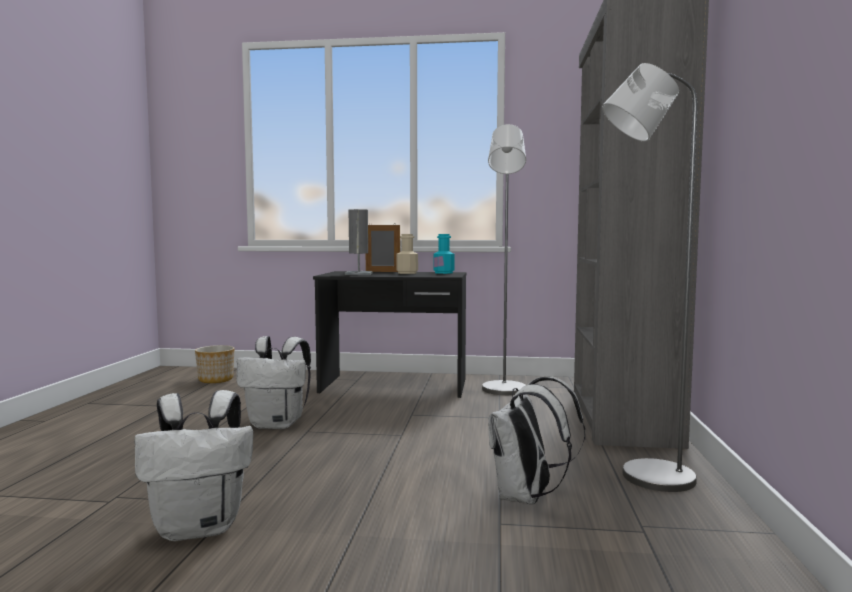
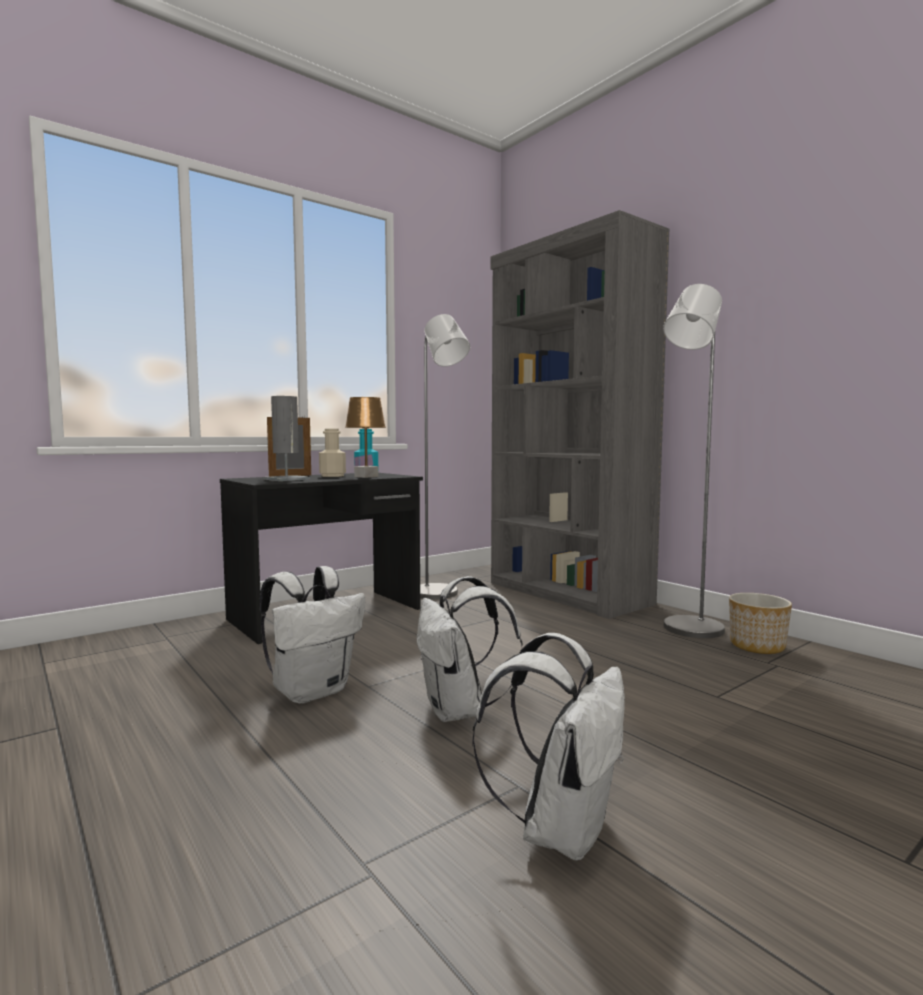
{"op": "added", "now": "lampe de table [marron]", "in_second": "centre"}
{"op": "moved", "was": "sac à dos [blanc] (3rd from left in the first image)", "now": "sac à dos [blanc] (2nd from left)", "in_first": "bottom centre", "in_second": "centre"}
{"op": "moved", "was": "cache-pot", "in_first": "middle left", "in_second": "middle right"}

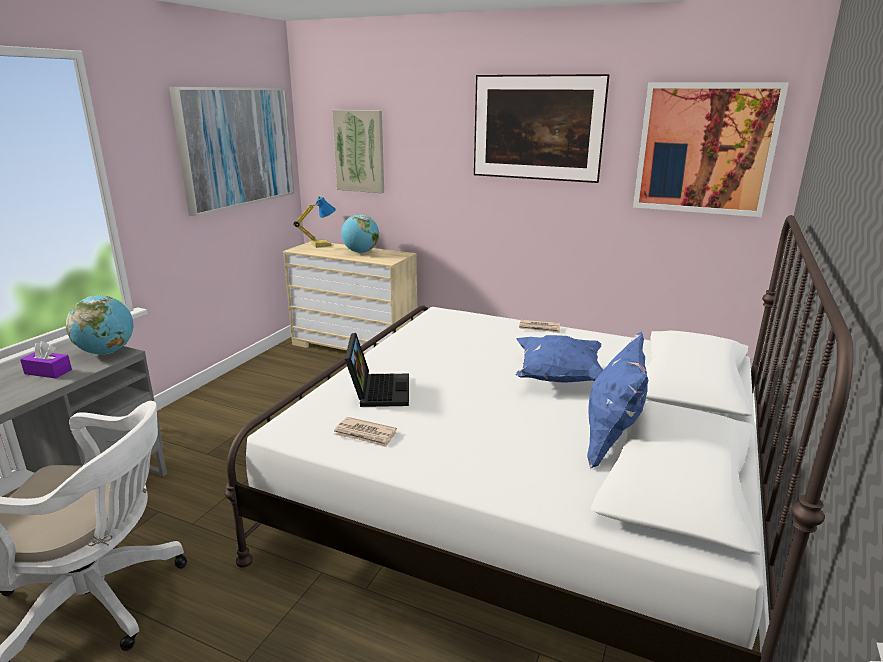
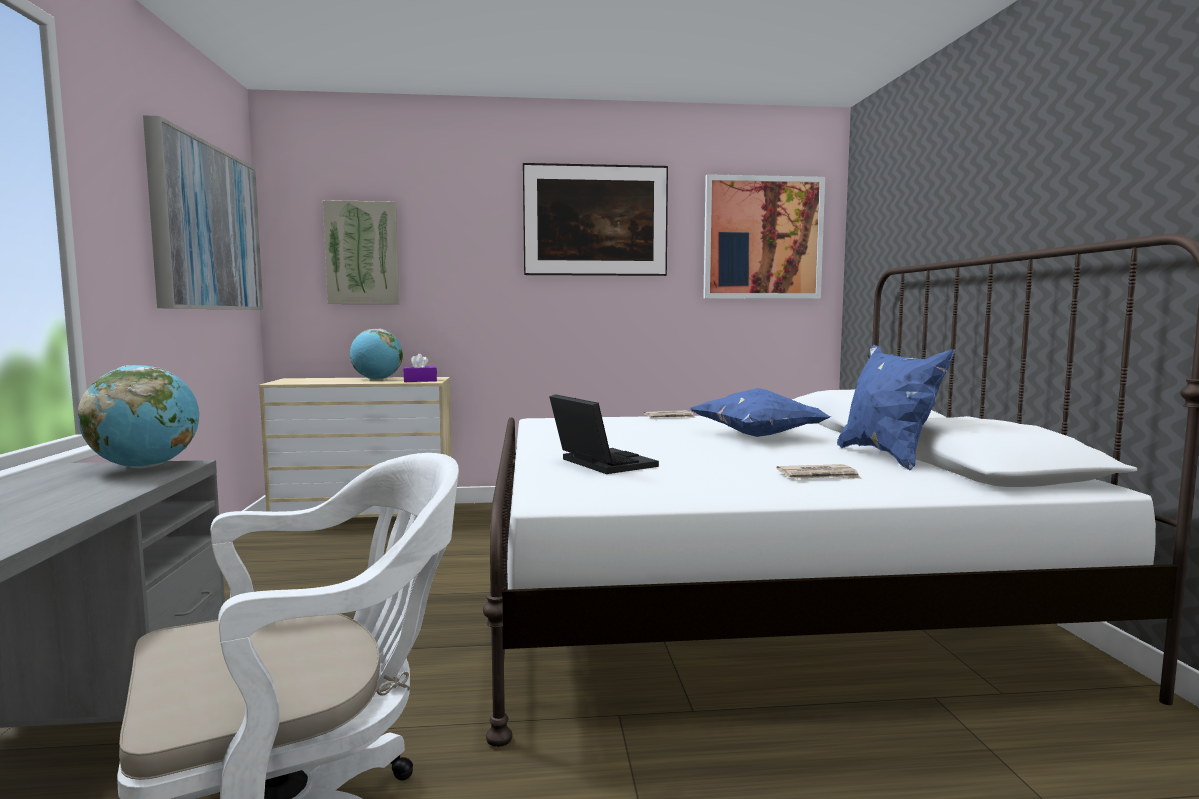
{"op": "moved", "was": "boîte à mouchoirs [violet]", "in_first": "middle left", "in_second": "centre"}
{"op": "moved", "was": "journal (1st from left in the first image)", "now": "journal (2nd from left)", "in_first": "centre", "in_second": "middle right"}
{"op": "removed", "was": "lampe de table", "in_first": "centre"}

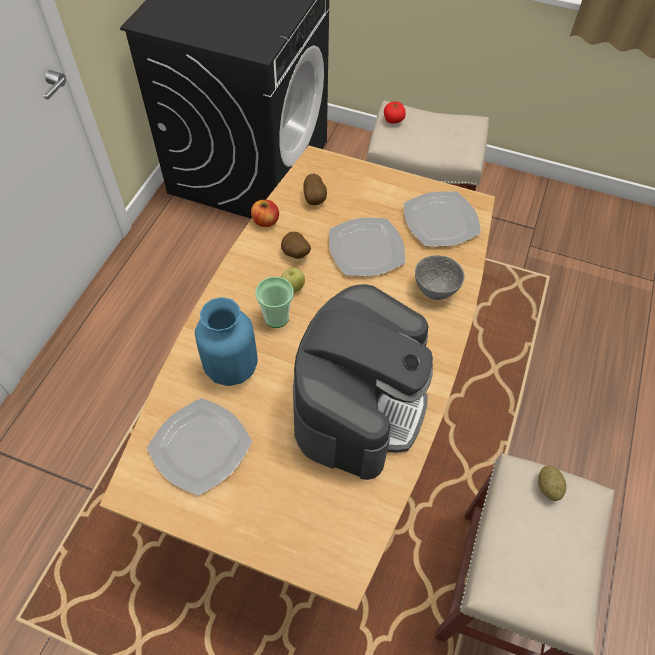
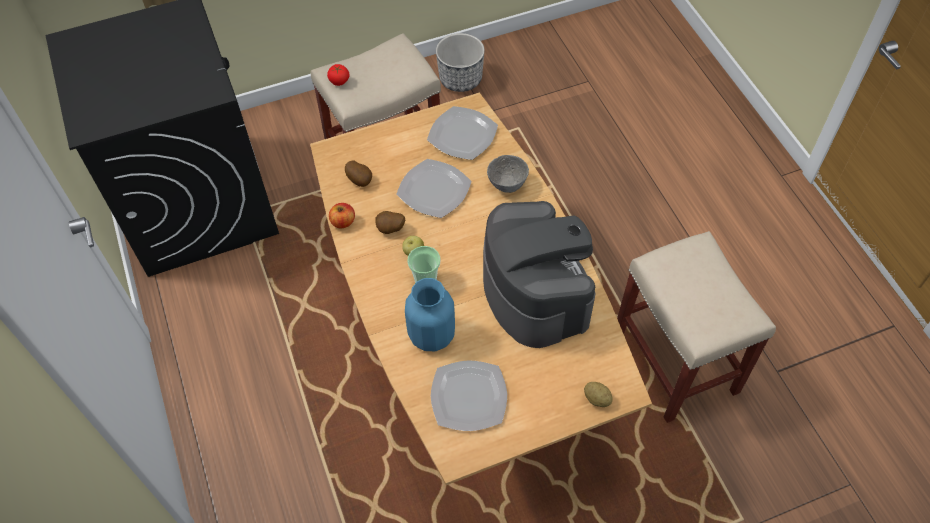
{"op": "added", "now": "cache-pot", "in_second": "top centre"}
{"op": "moved", "was": "pomme de terre (3rd from left)", "in_first": "bottom right", "in_second": "bottom centre"}

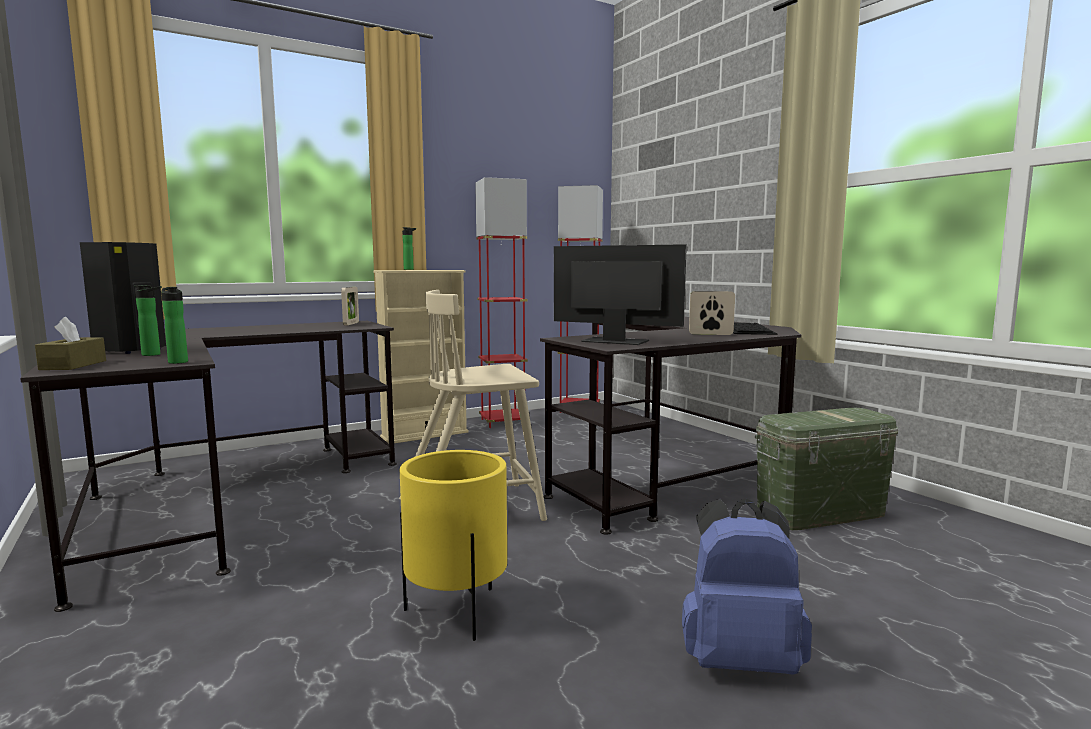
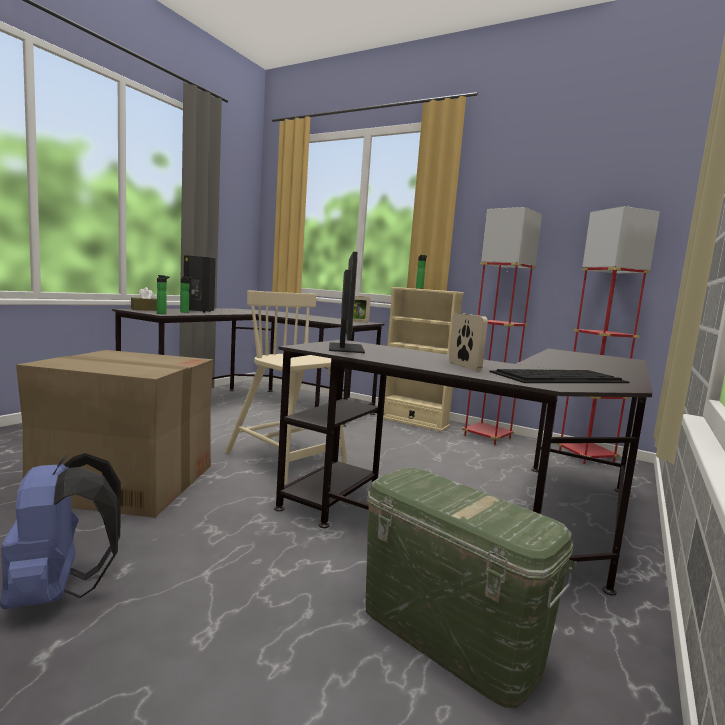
{"op": "replaced", "was": "cache-pot [jaune]", "now": "carton", "in_first": "bottom centre", "in_second": "middle left"}

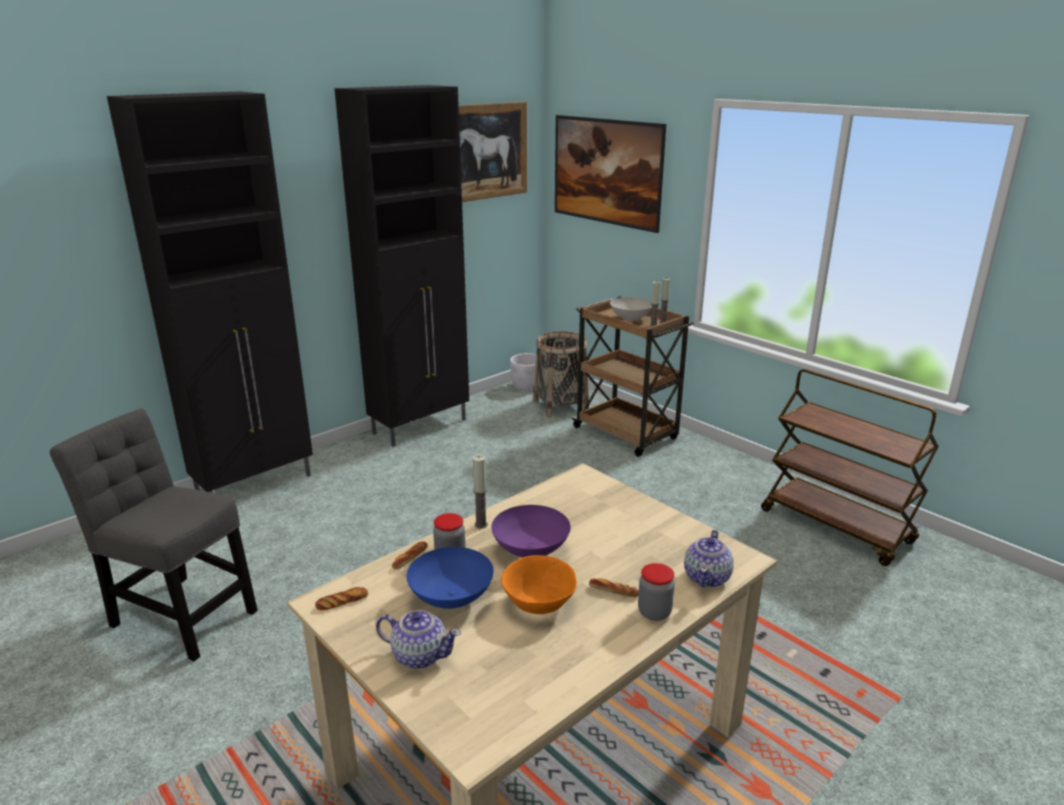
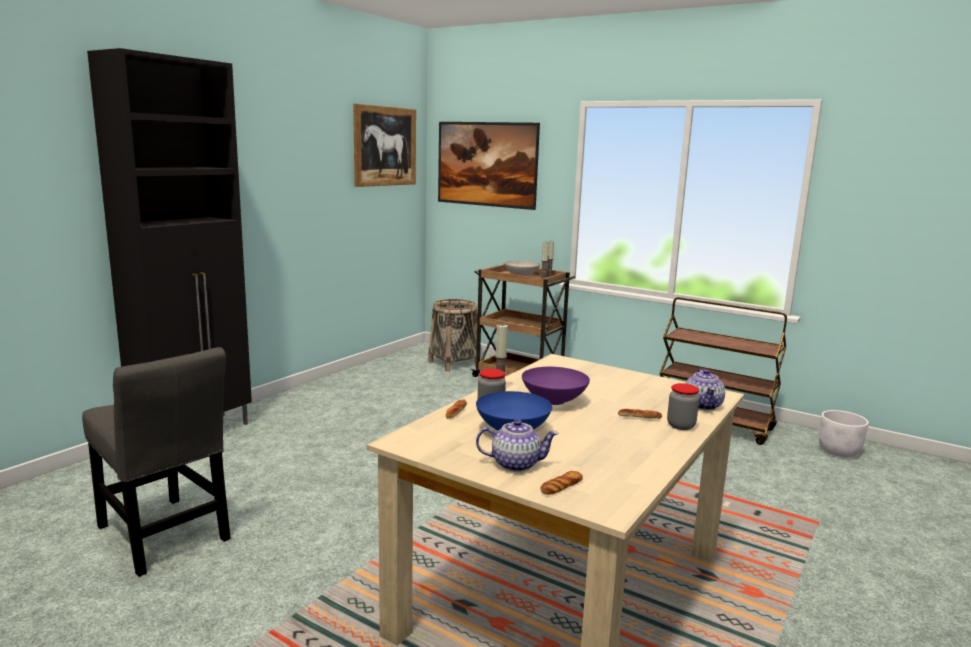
{"op": "turned", "was": "chaise [gris]", "in_first": "middle left", "in_second": "bottom left", "clockwise": -150}
{"op": "moved", "was": "pain (1st from left in the first image)", "now": "pain (2nd from left)", "in_first": "bottom left", "in_second": "bottom centre"}
{"op": "moved", "was": "cache-pot [blanc]", "in_first": "centre", "in_second": "bottom right"}
{"op": "removed", "was": "meuble de rangement [noir] (2nd from left)", "in_first": "top centre"}
{"op": "removed", "was": "bol [orange]", "in_first": "bottom centre"}

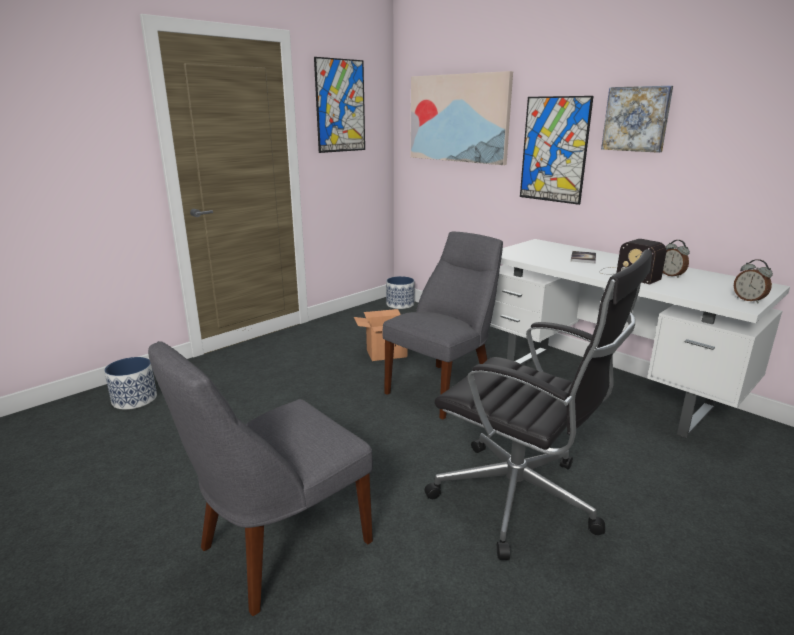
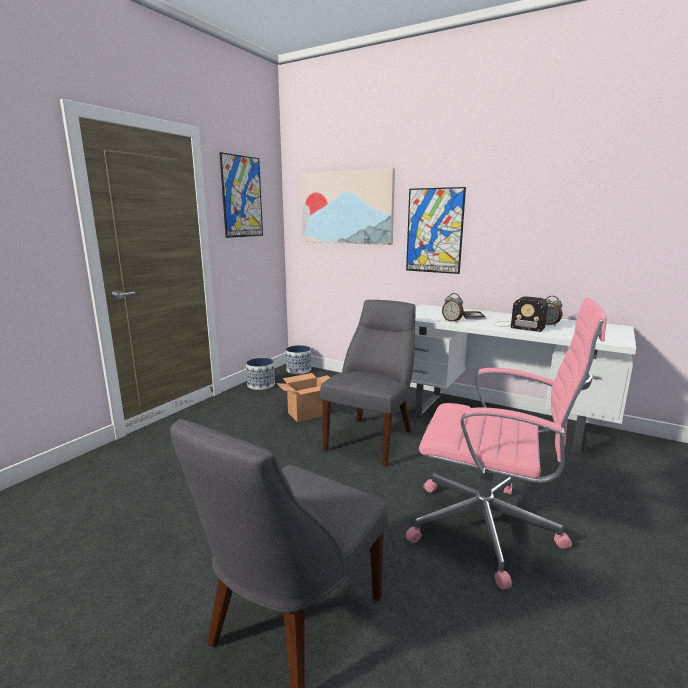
{"op": "moved", "was": "cache-pot (1st from left)", "in_first": "middle left", "in_second": "centre"}
{"op": "recoloured", "was": "chaise de bureau [noir]", "now": "chaise de bureau [rose]", "in_first": "middle right", "in_second": "middle right"}
{"op": "moved", "was": "réveil (2nd from left in the first image)", "now": "réveil (1st from left)", "in_first": "middle right", "in_second": "centre"}
{"op": "removed", "was": "tableau (4th from left)", "in_first": "top right"}

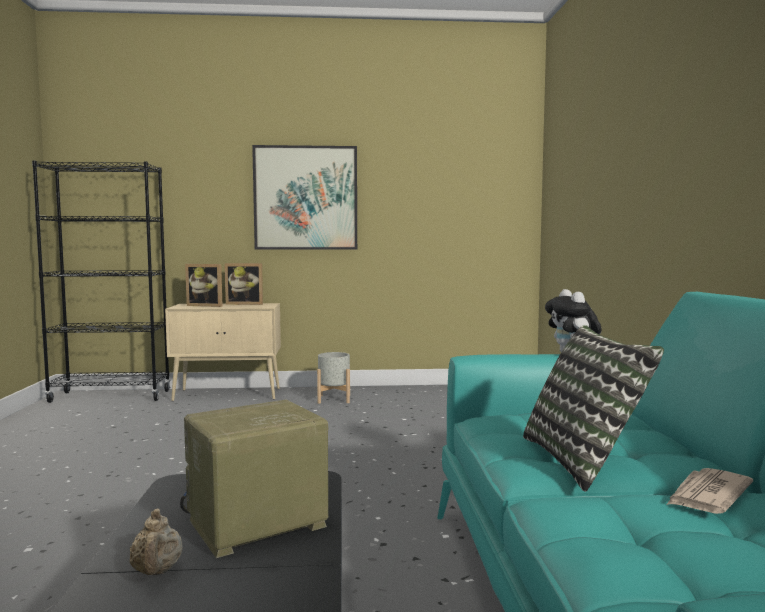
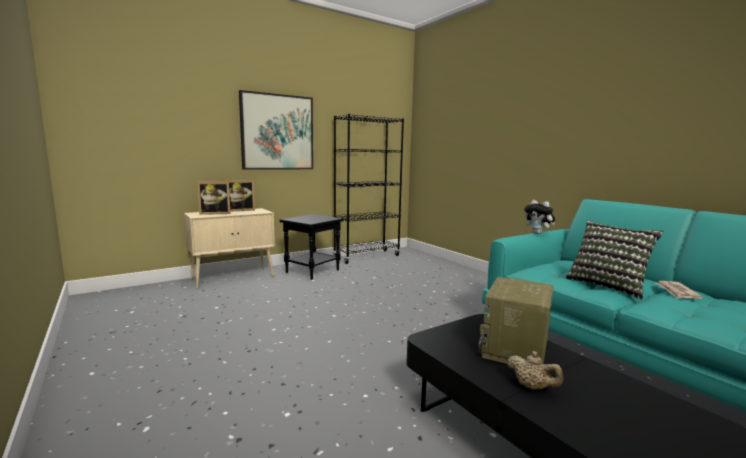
{"op": "replaced", "was": "cache-pot [gris]", "now": "table d'appoint [noir]", "in_first": "centre", "in_second": "centre"}
{"op": "moved", "was": "bibliothèque [noir]", "in_first": "middle left", "in_second": "centre"}

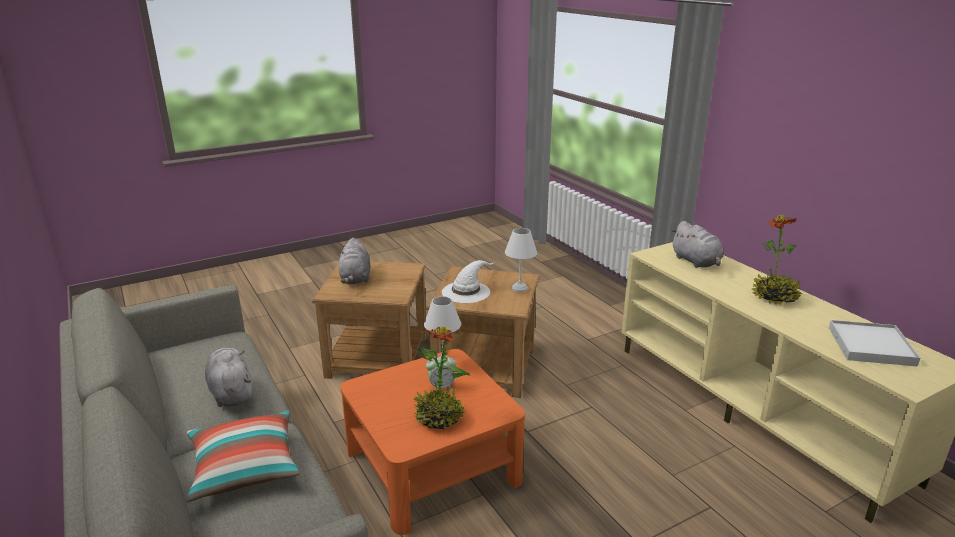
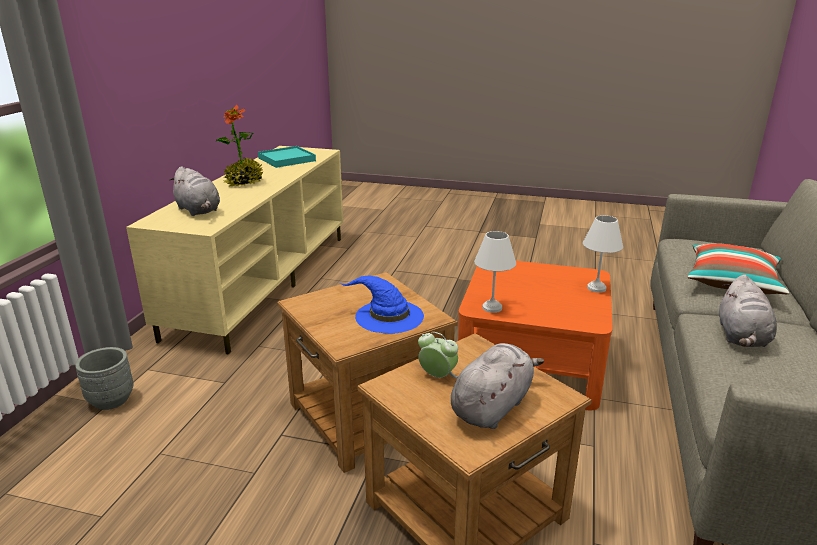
{"op": "added", "now": "cache-pot [gris]", "in_second": "bottom left"}
{"op": "turned", "was": "peluche [gris] (3rd from left in the first image)", "in_first": "middle right", "in_second": "middle left", "clockwise": 120}
{"op": "recoloured", "was": "plateau [blanc]", "now": "plateau [turquoise]", "in_first": "middle right", "in_second": "top centre"}
{"op": "recoloured", "was": "chapeau [blanc]", "now": "chapeau [bleu]", "in_first": "centre", "in_second": "centre"}
{"op": "moved", "was": "réveil", "in_first": "bottom centre", "in_second": "centre"}
{"op": "moved", "was": "lampe de table [blanc] (2nd from left)", "in_first": "centre", "in_second": "middle right"}
{"op": "removed", "was": "plante en pot (1st from left)", "in_first": "bottom centre"}

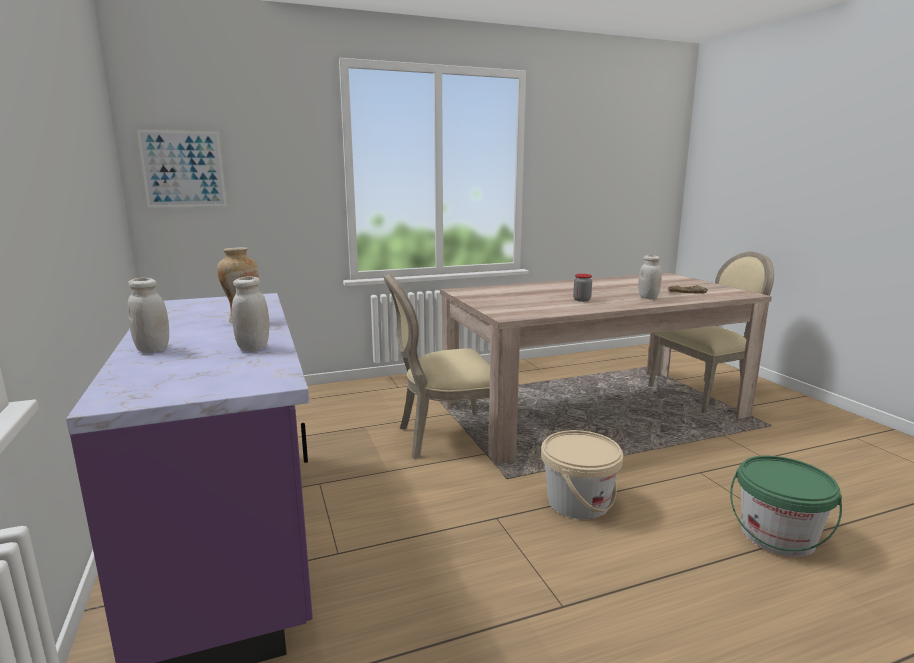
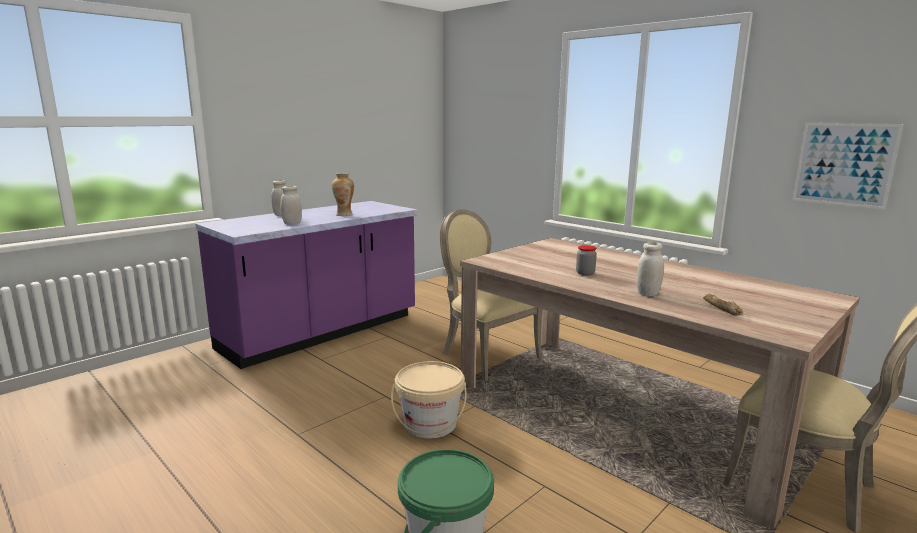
{"op": "moved", "was": "tableau", "in_first": "top left", "in_second": "top right"}

